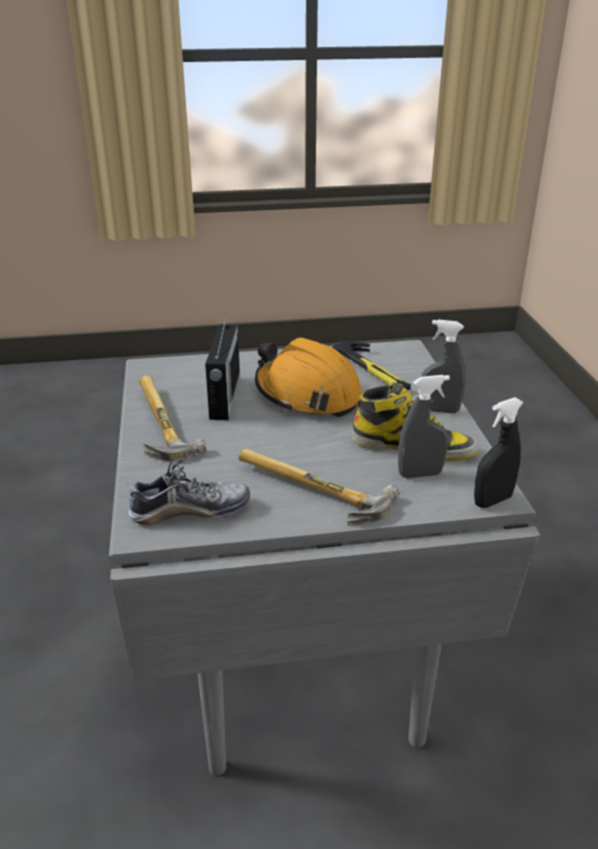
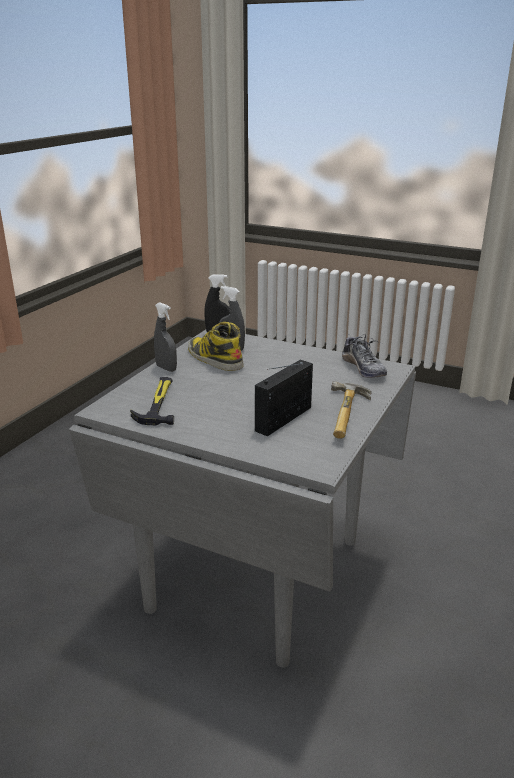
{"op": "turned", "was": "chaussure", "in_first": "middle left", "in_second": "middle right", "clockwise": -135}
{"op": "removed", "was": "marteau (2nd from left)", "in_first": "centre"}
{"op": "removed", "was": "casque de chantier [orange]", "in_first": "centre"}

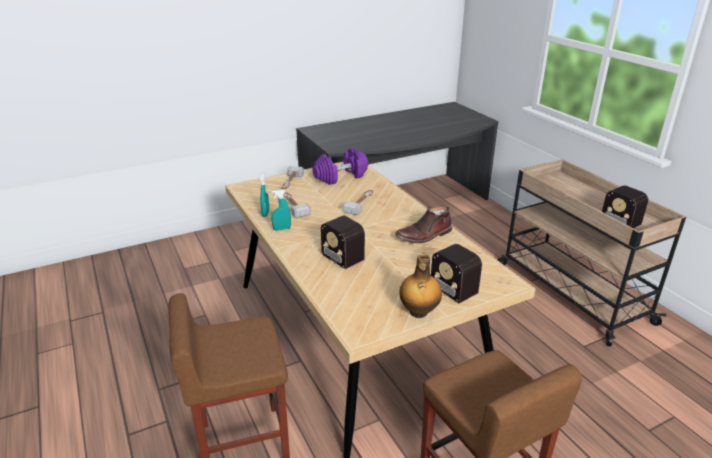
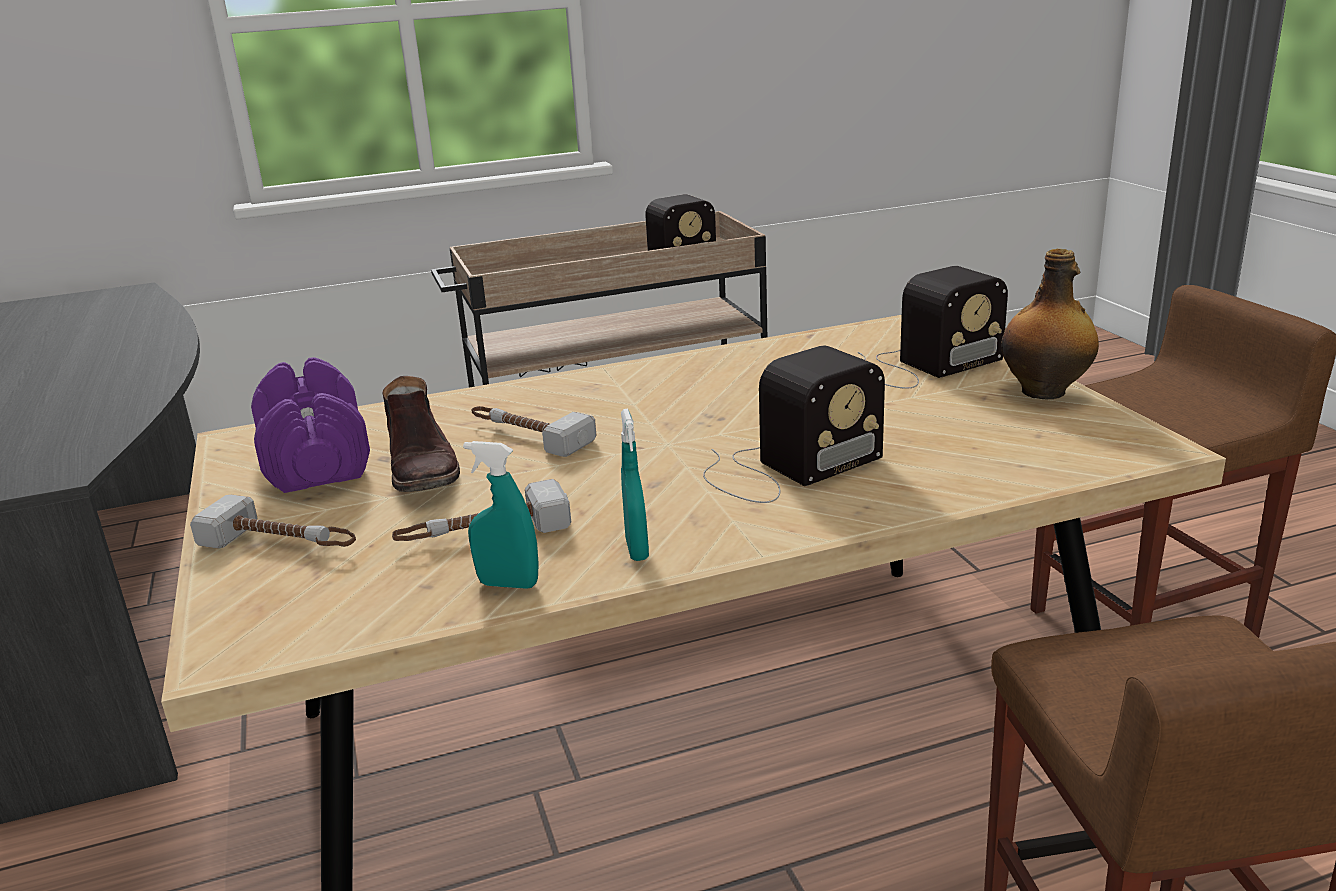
{"op": "moved", "was": "botte [marron]", "in_first": "centre", "in_second": "middle left"}

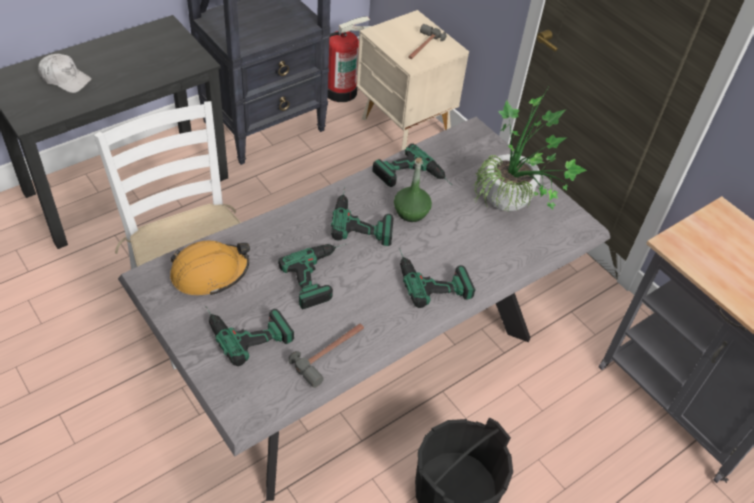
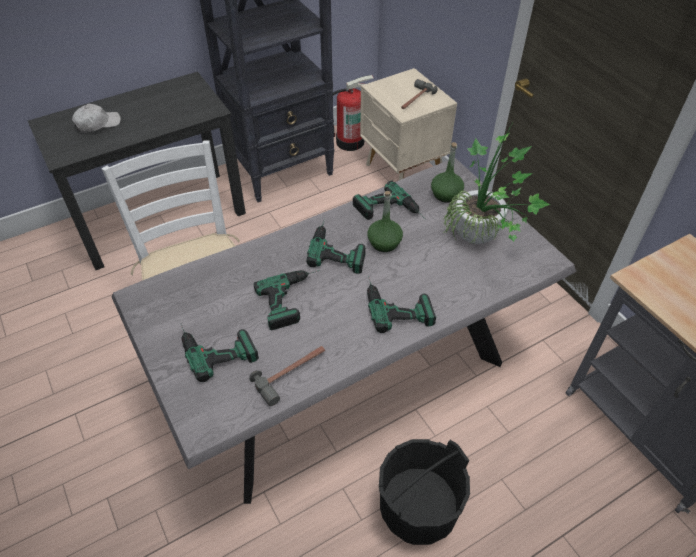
{"op": "turned", "was": "casquette [blanc]", "in_first": "top left", "in_second": "top left", "clockwise": -60}
{"op": "added", "now": "bouteille [vert] (2nd from left)", "in_second": "top centre"}
{"op": "removed", "was": "casque de chantier [orange]", "in_first": "middle left"}

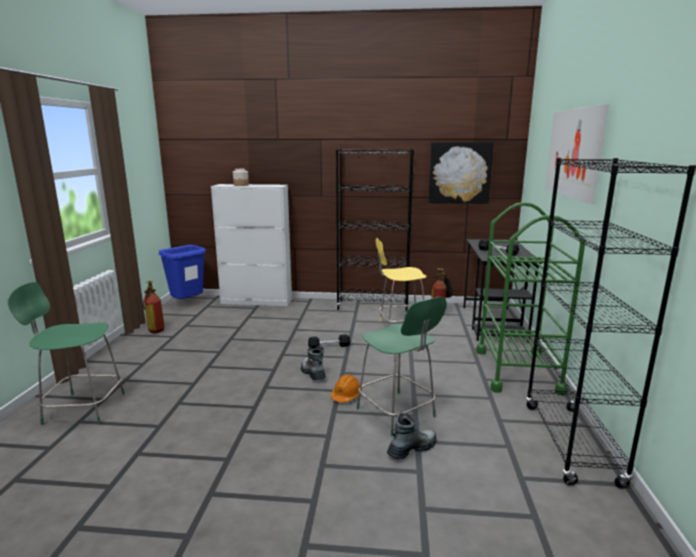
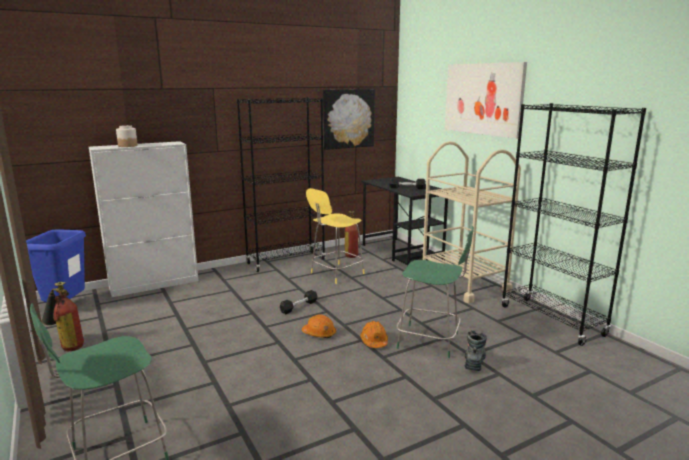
{"op": "replaced", "was": "botte (1st from left)", "now": "casque de chantier [orange] (1st from left)", "in_first": "centre", "in_second": "bottom centre"}
{"op": "recoloured", "was": "chariot [vert]", "now": "chariot [beige]", "in_first": "middle right", "in_second": "middle right"}

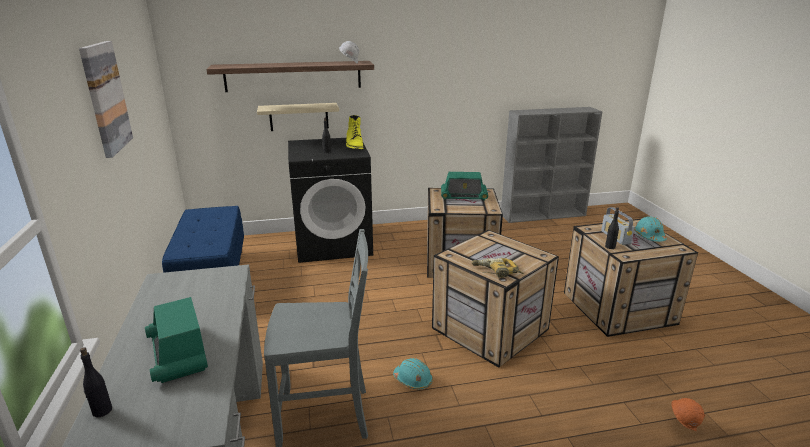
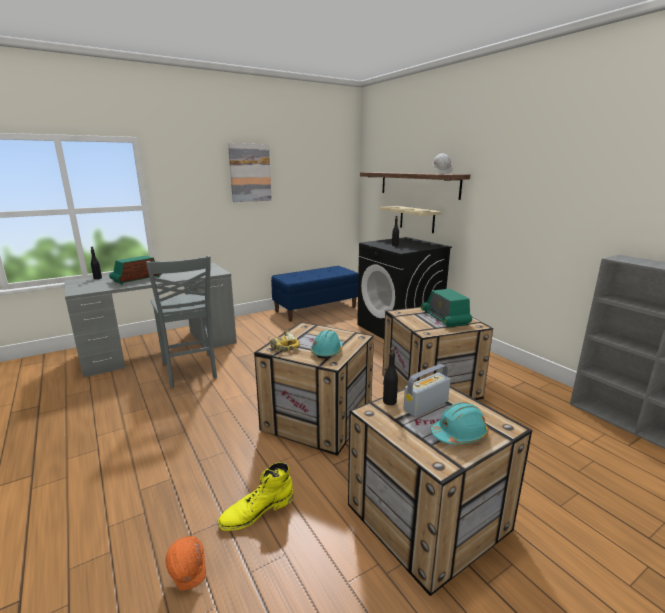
{"op": "moved", "was": "botte [jaune]", "in_first": "top centre", "in_second": "bottom centre"}
{"op": "moved", "was": "casque de chantier [turquoise] (1st from left)", "in_first": "bottom centre", "in_second": "centre"}

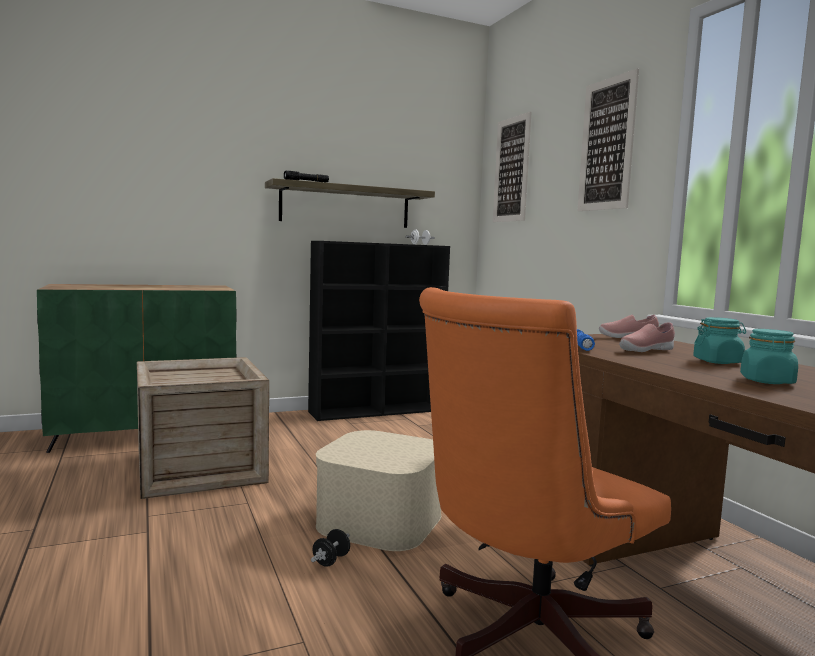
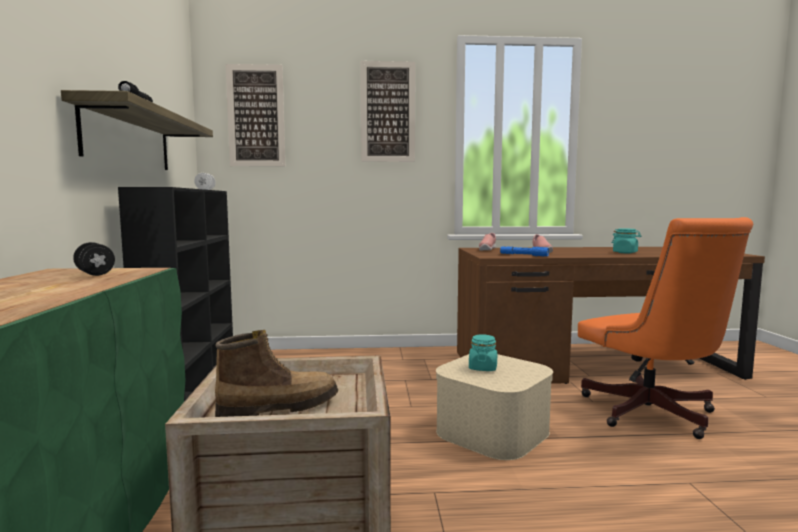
{"op": "moved", "was": "haltère [noir]", "in_first": "bottom centre", "in_second": "middle left"}
{"op": "added", "now": "botte", "in_second": "bottom centre"}
{"op": "moved", "was": "bocal [turquoise] (1st from left)", "in_first": "middle right", "in_second": "centre"}

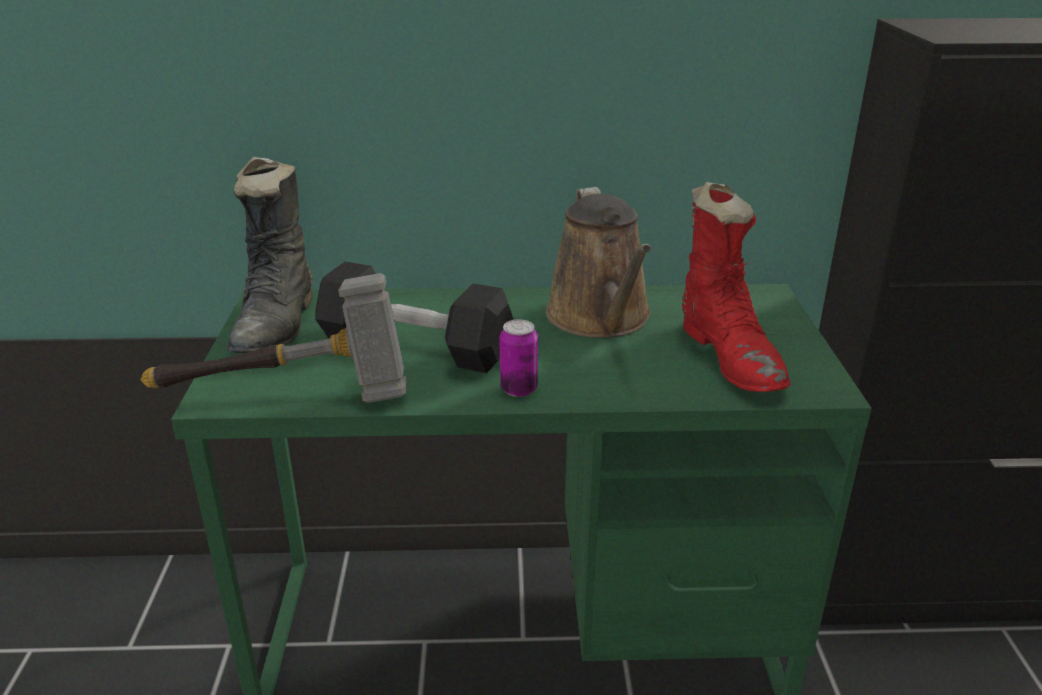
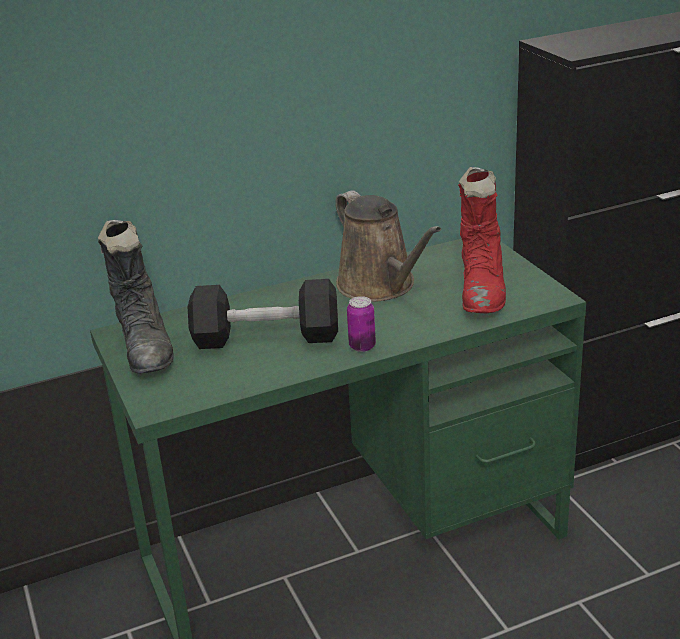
{"op": "turned", "was": "botte [rouge]", "in_first": "middle right", "in_second": "middle right", "clockwise": 45}
{"op": "removed", "was": "marteau", "in_first": "middle left"}

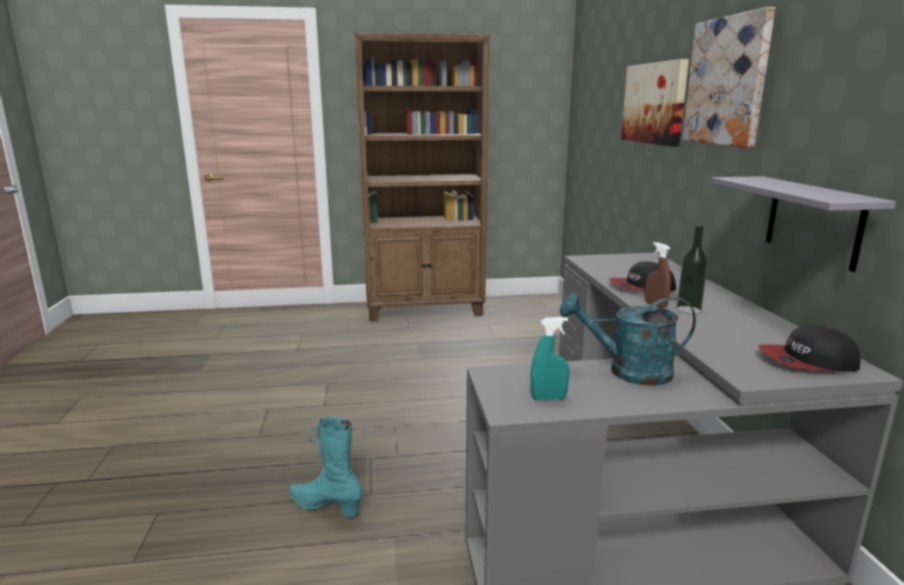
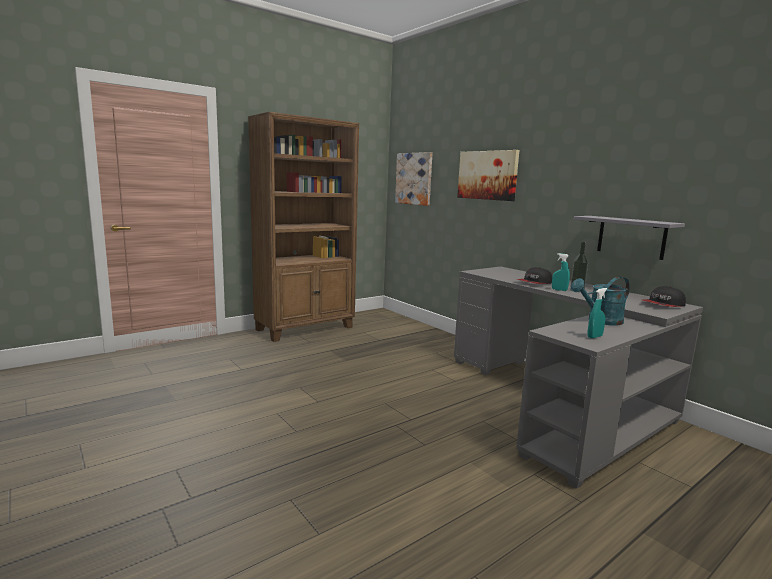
{"op": "moved", "was": "tableau (2nd from left in the first image)", "now": "tableau (1st from left)", "in_first": "top right", "in_second": "top centre"}
{"op": "recoloured", "was": "vaporisateur [marron]", "now": "vaporisateur [turquoise] (1st from left)", "in_first": "middle right", "in_second": "middle right"}
{"op": "removed", "was": "botte [turquoise]", "in_first": "bottom centre"}

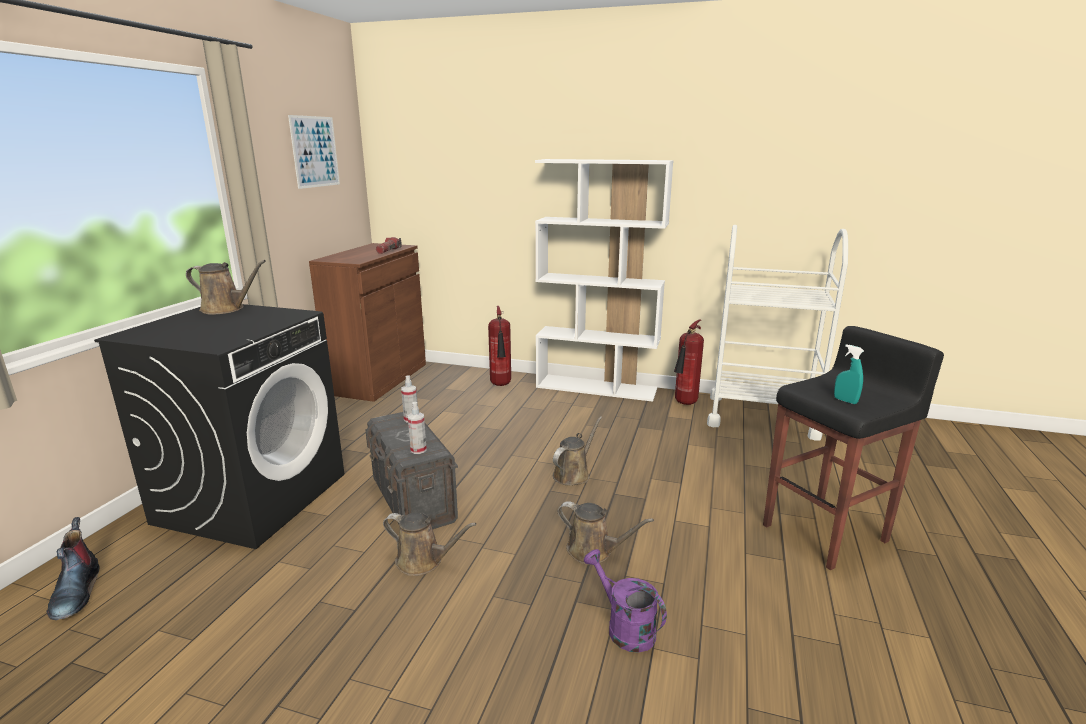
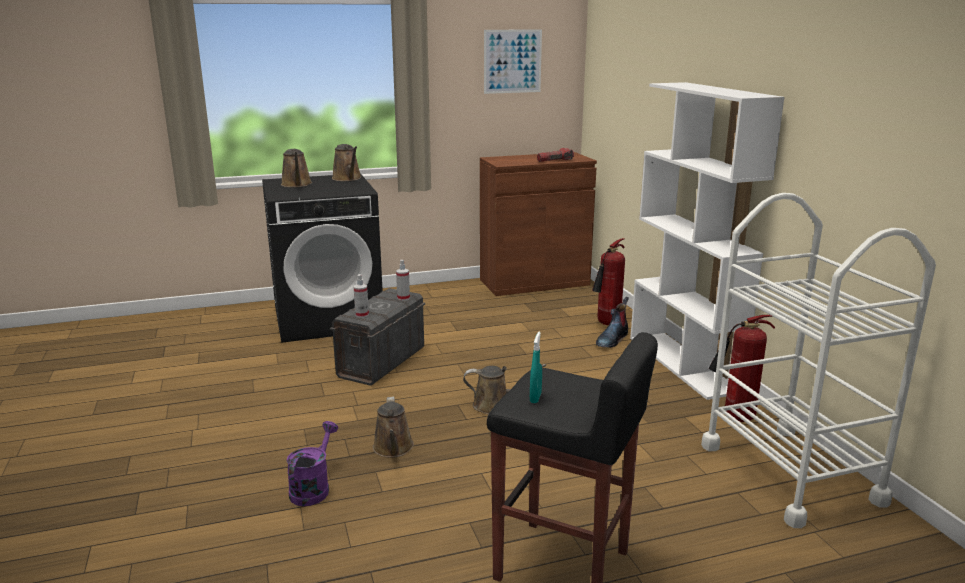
{"op": "moved", "was": "arrosoir [marron] (2nd from left in the first image)", "now": "arrosoir [marron] (1st from left)", "in_first": "bottom centre", "in_second": "top left"}
{"op": "moved", "was": "botte", "in_first": "bottom left", "in_second": "centre"}

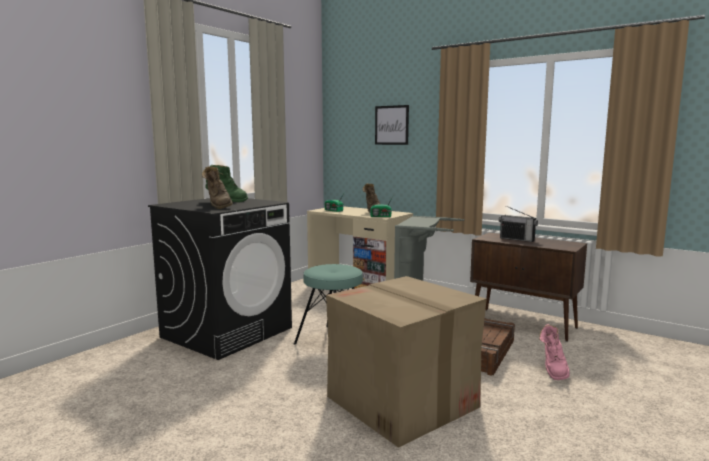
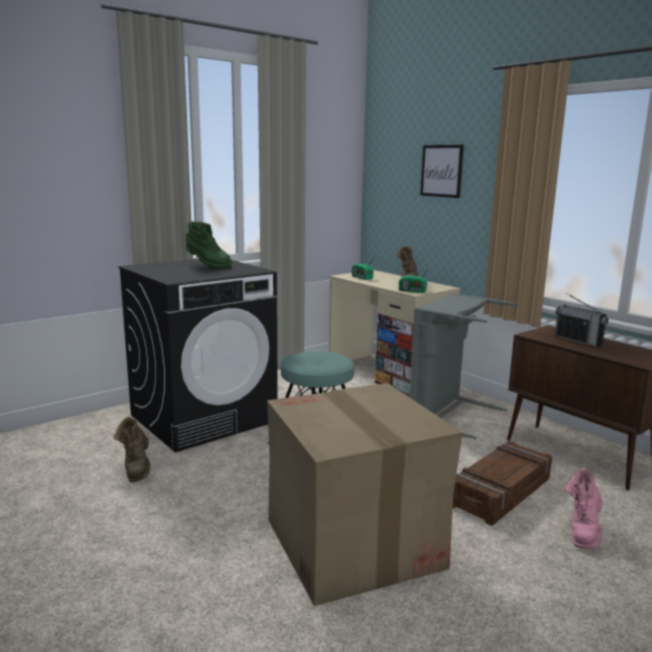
{"op": "moved", "was": "botte [marron] (1st from left)", "in_first": "middle left", "in_second": "bottom left"}

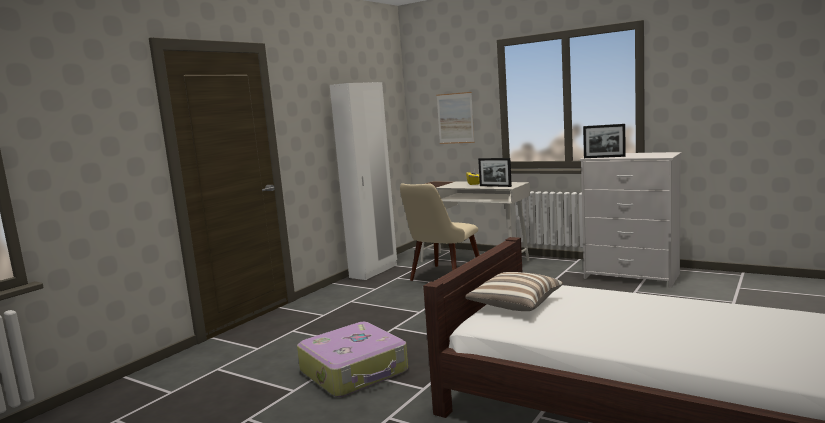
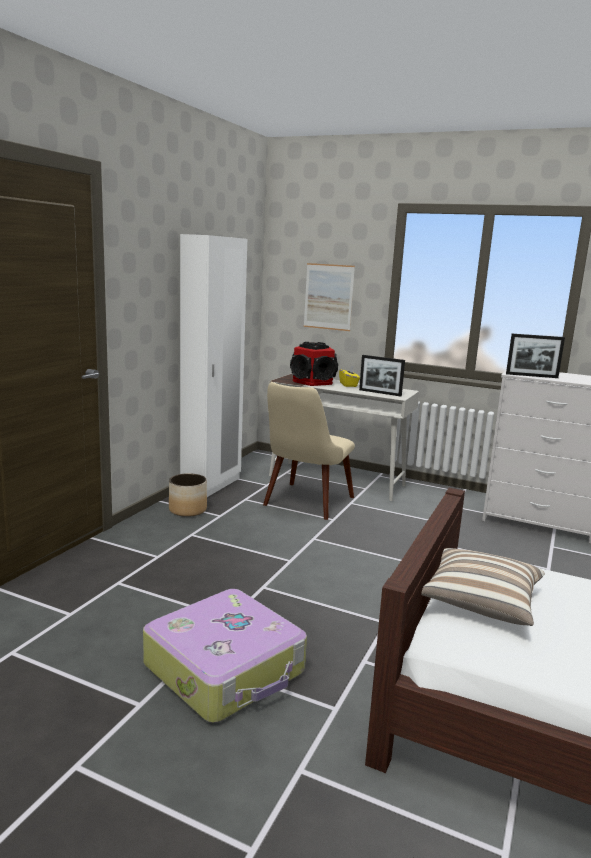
{"op": "added", "now": "cache-pot", "in_second": "middle left"}
{"op": "added", "now": "enceinte", "in_second": "centre"}

